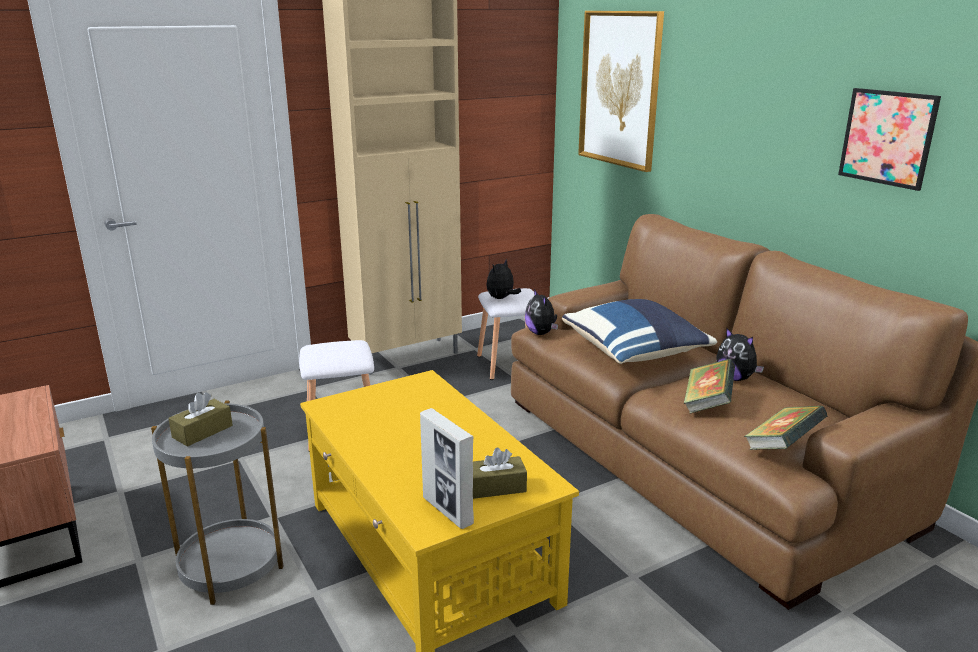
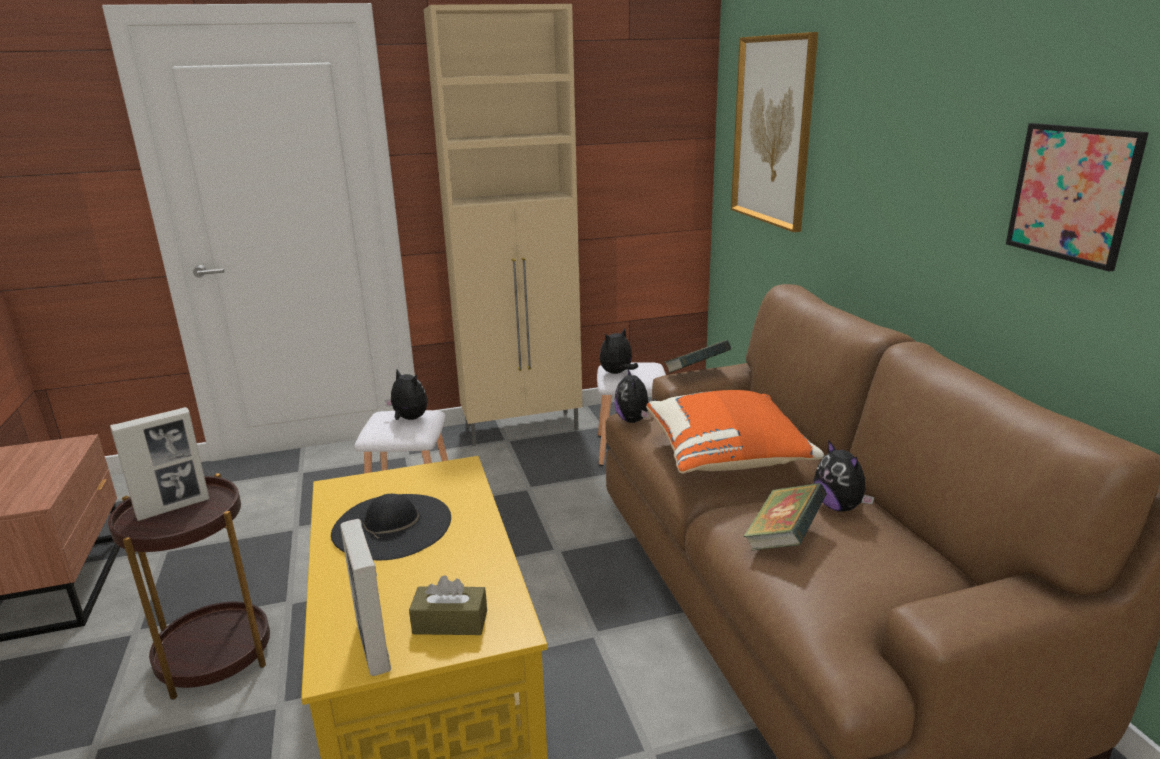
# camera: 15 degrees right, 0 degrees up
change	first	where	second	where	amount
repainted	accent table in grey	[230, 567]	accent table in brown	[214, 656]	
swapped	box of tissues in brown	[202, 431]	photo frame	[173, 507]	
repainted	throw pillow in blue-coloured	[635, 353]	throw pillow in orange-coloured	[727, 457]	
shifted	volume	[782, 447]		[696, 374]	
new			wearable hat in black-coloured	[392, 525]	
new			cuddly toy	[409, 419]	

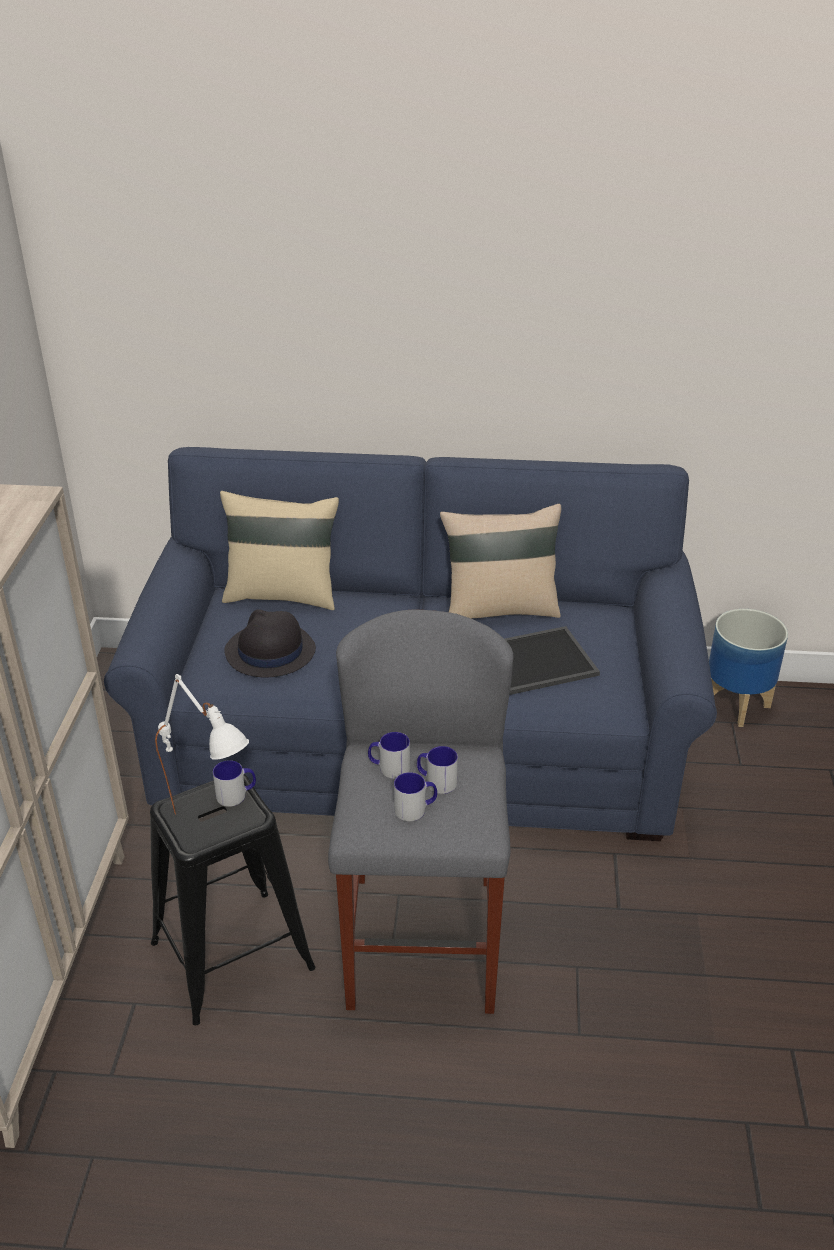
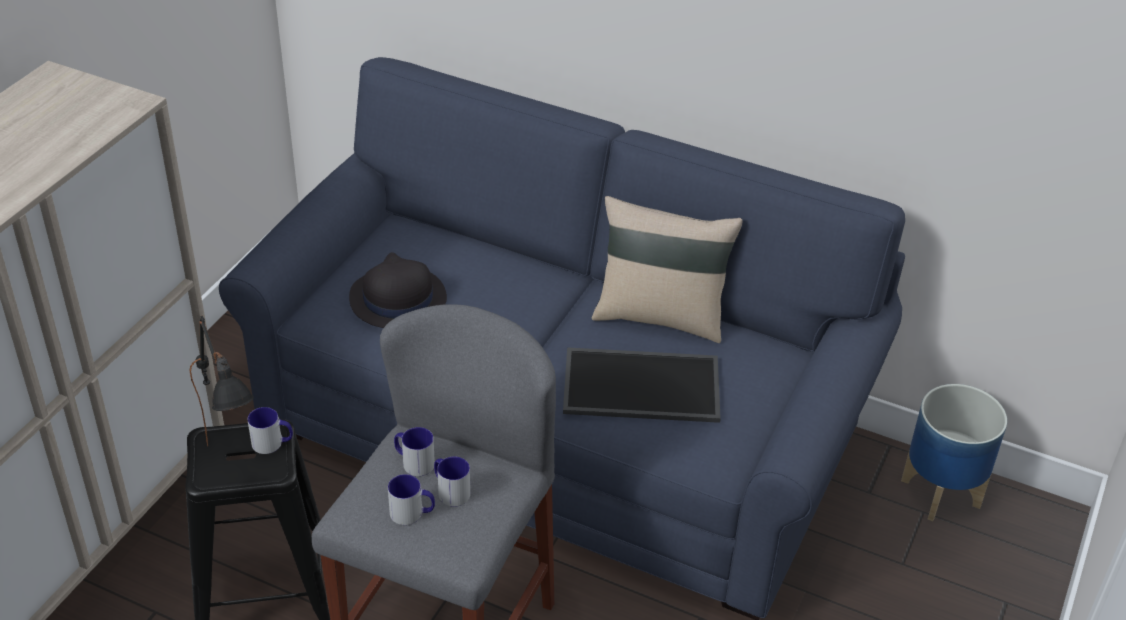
# camera: 20 degrees right, 5 degrees up
change	first	where	second	where	amount
repainted	lamp for a table in whitish	[213, 825]	lamp for a table in black-coloured	[234, 467]	
gone	throw pillow in sand-coloured	[282, 594]			

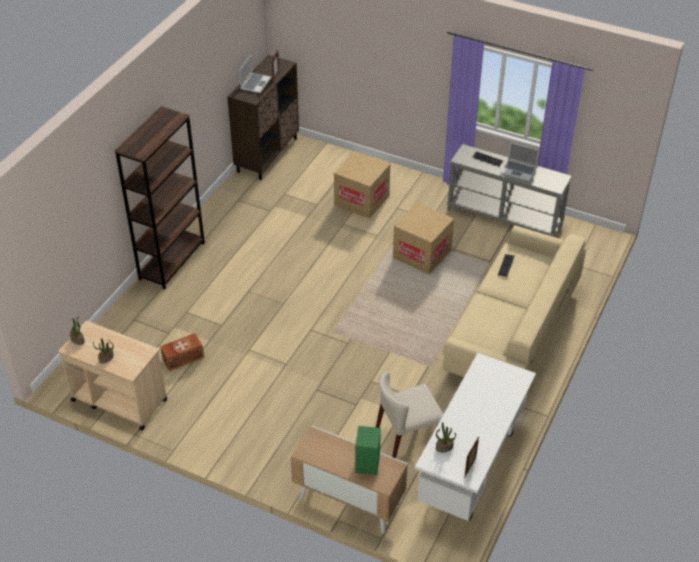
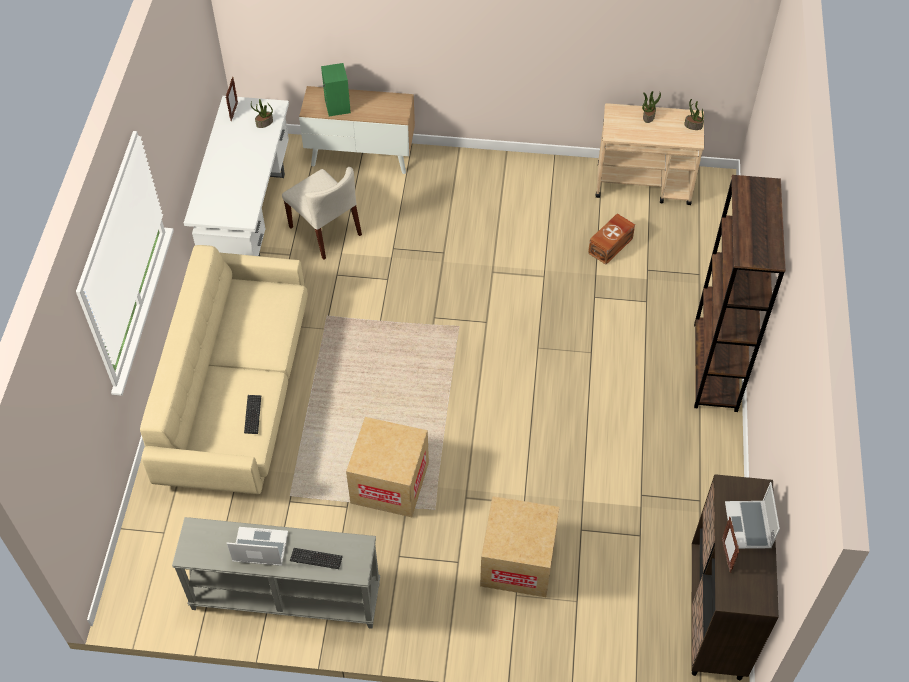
# camera: 160 degrees right, 10 degrees up
change	first	where	second	where	amount
rotated	plain chair in sand-coloured	[407, 436]		[325, 231]	90 degrees clockwise

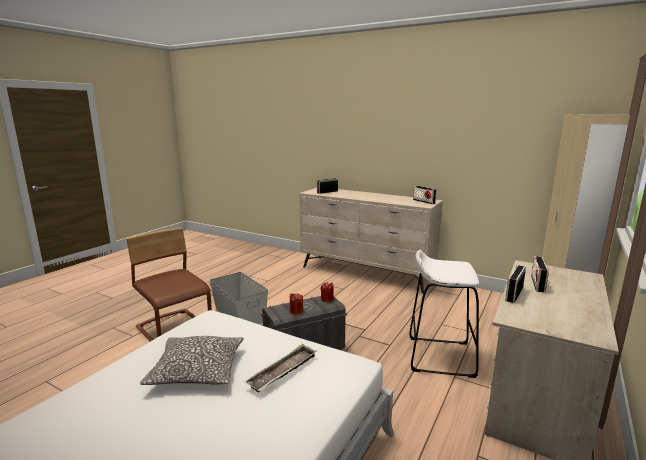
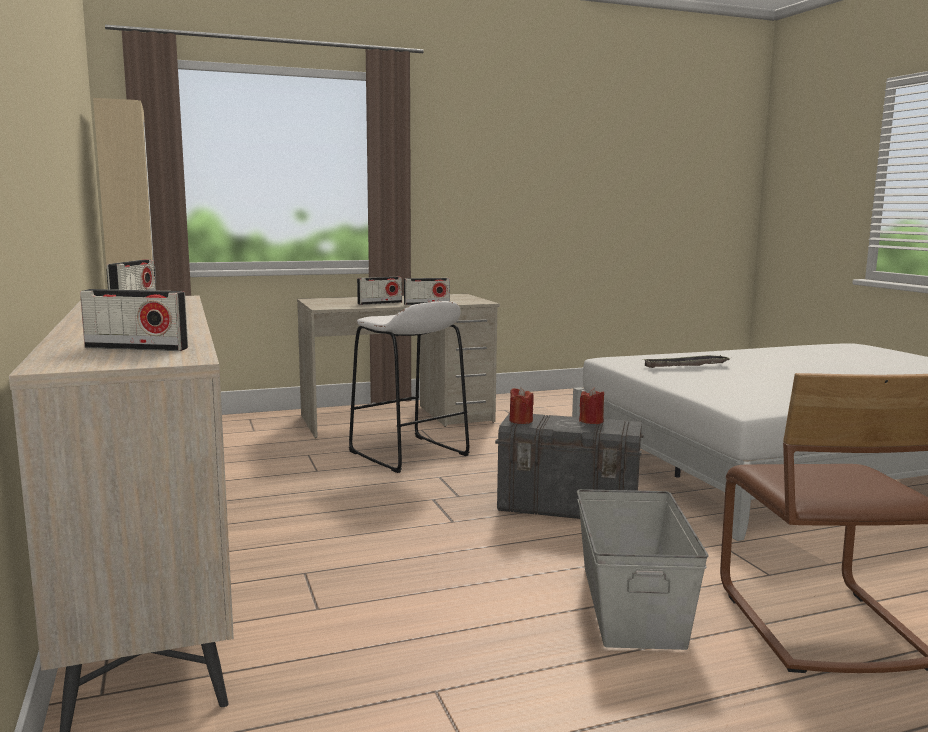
# camera: 140 degrees left, 5 degrees down
change	first	where	second	where	amount
gone	throw pillow	[197, 370]			

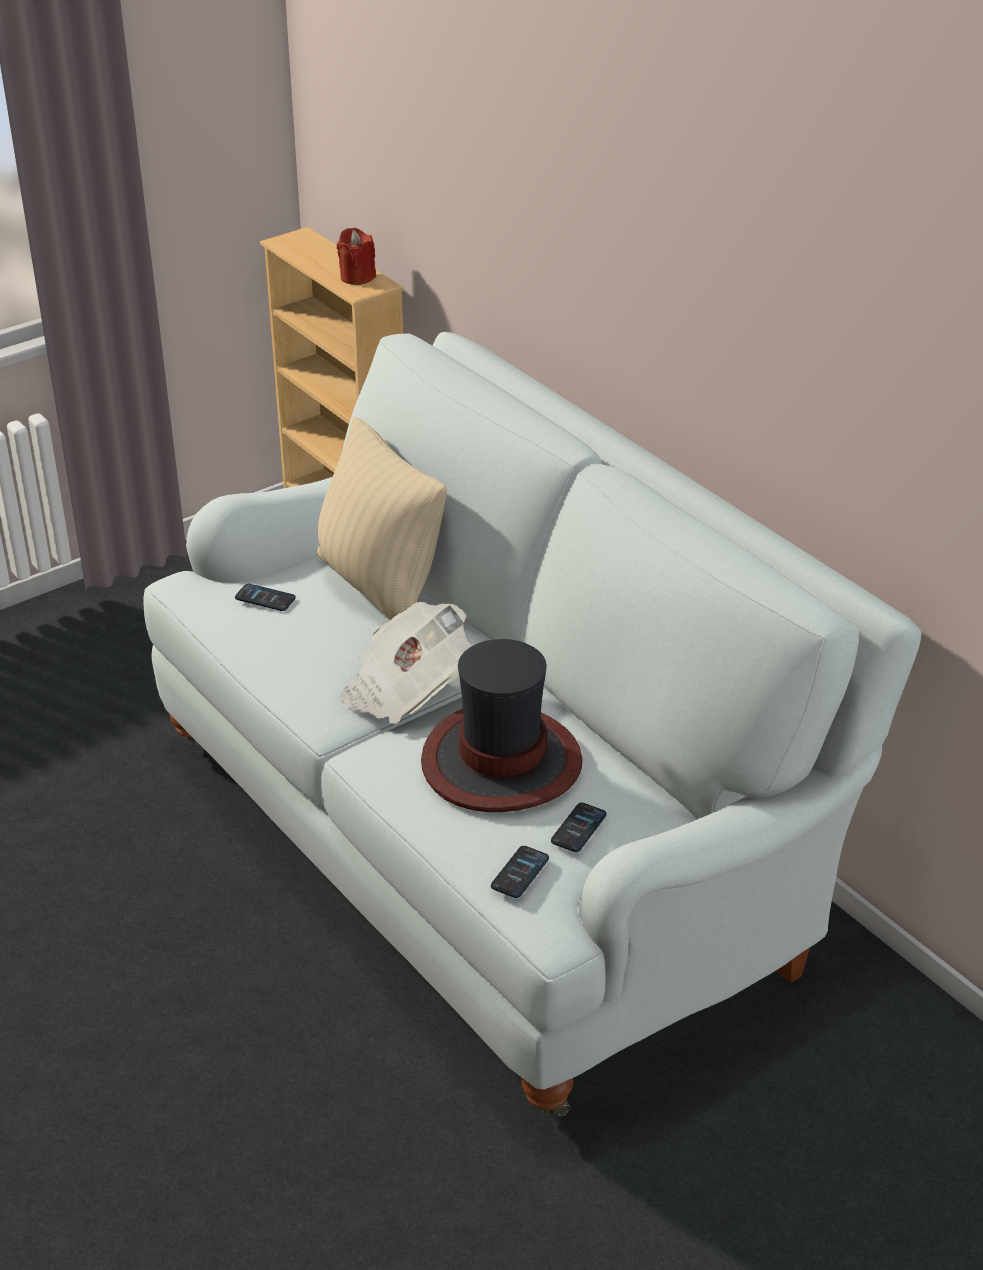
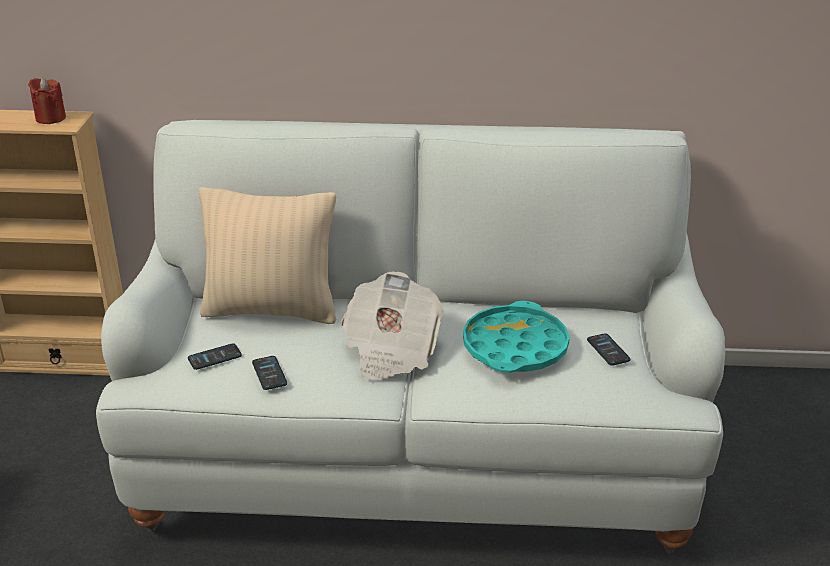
# camera: 50 degrees left, 5 degrees down
change	first	where	second	where	amount
swapped	wearable hat	[501, 762]	carrying tray in blue-green	[514, 347]	
shifted	telephone	[520, 873]		[269, 373]	

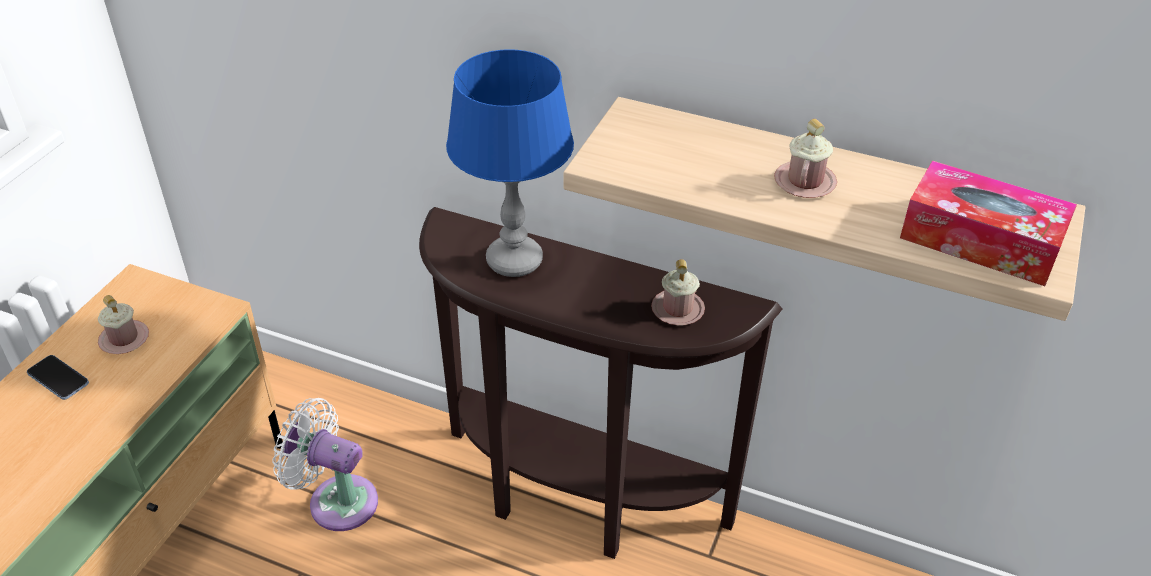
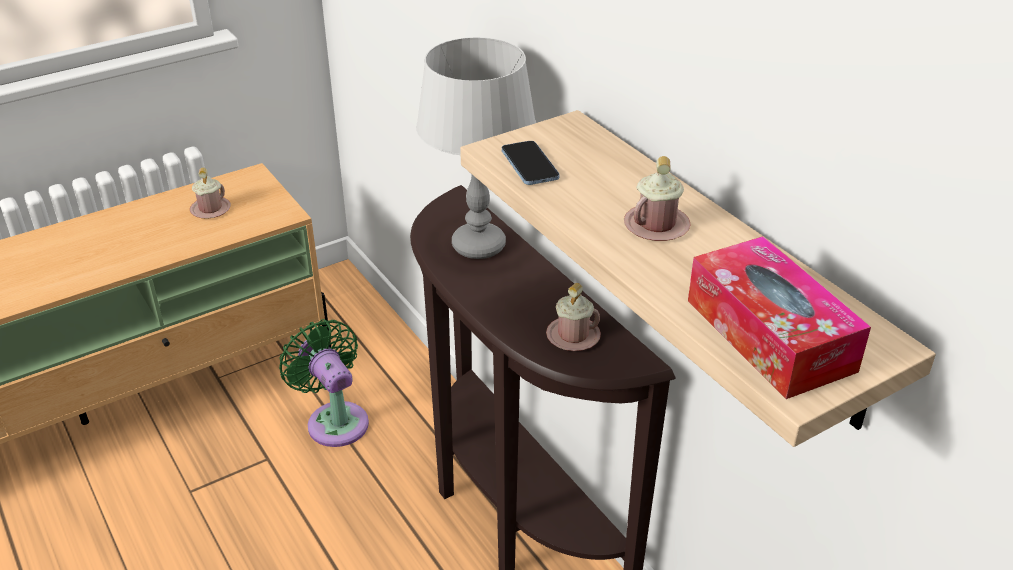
# camera: 35 degrees right, 5 degrees down
change	first	where	second	where	amount
shifted	telephone	[58, 379]		[529, 165]	
repainted	electric fan in whitish	[337, 500]	electric fan in green-coloured	[335, 420]	
repainted	lamp for a table in blue-coloured	[514, 261]	lamp for a table in grey	[478, 245]	

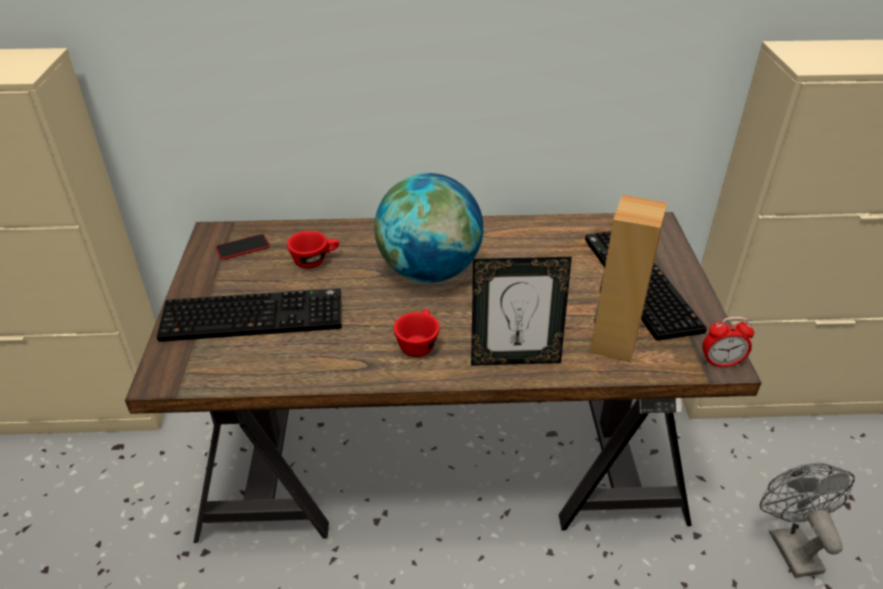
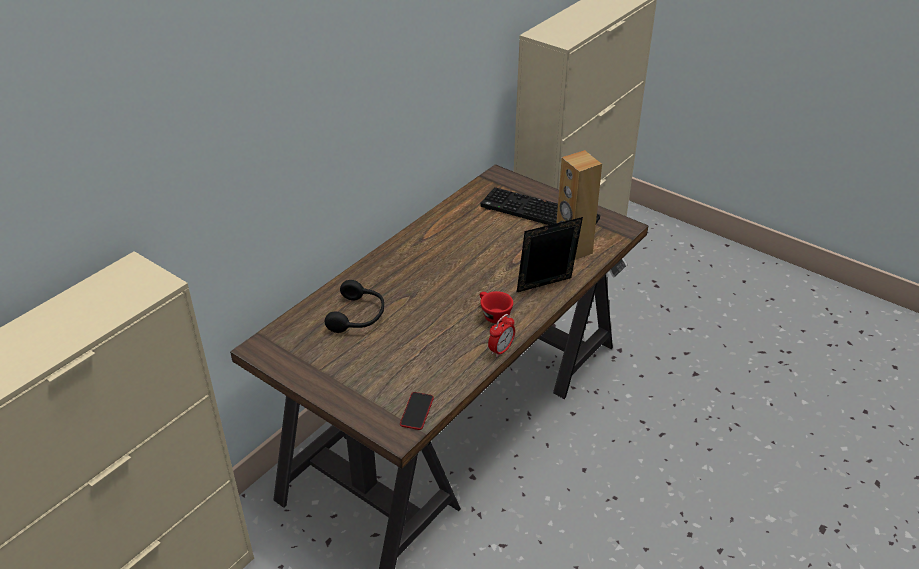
# camera: 50 degrees left, 0 degrees up
change	first	where	second	where	amount
gone	keyboard	[255, 315]			
shifted	telephone	[243, 248]		[417, 411]	
swapped	small cup in red-coloured	[315, 260]	pair of headphones in black-coloured	[358, 316]	
gone	world globe	[429, 271]			
rotated	photo frame	[515, 359]		[546, 288]	150 degrees counterclockwise
shifted	bedside clock	[721, 363]		[501, 350]	
gone	electric fan in grey	[789, 544]			

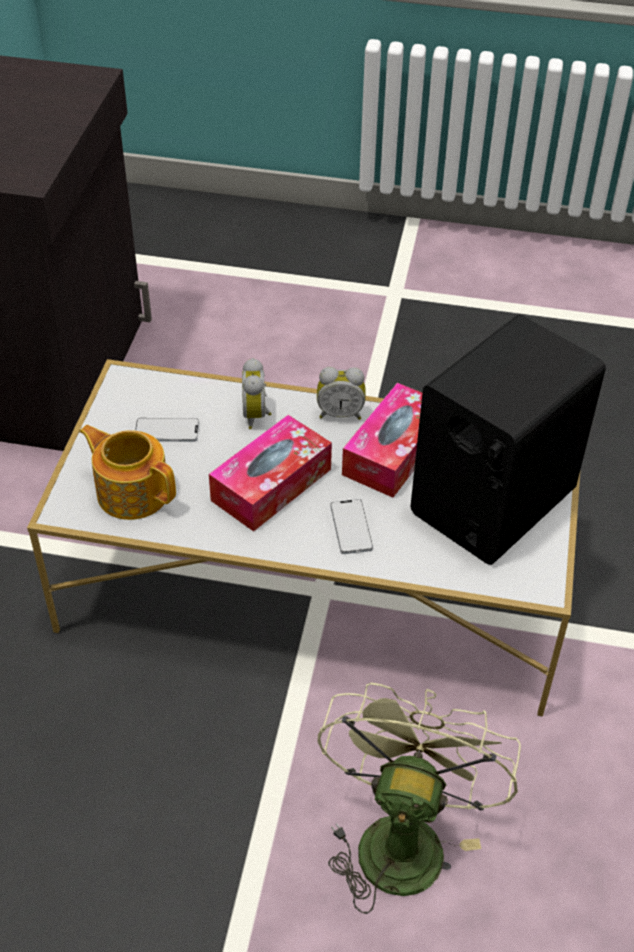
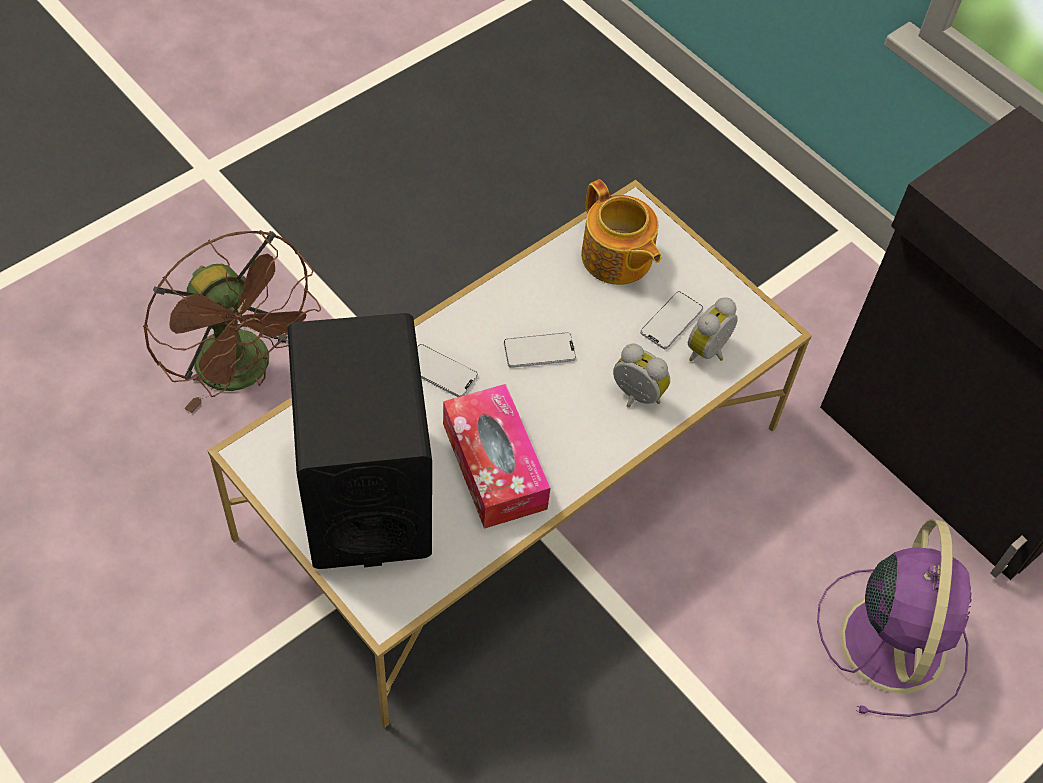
# camera: 125 degrees right, 10 degrees up
change	first	where	second	where	amount
rotated	teapot	[132, 492]		[616, 258]	75 degrees clockwise
swapped	box of tissues	[271, 485]	telephone	[539, 351]	
shifted	bedside clock	[340, 413]		[710, 352]	
repainted	electric fan in green-coloured	[401, 835]	electric fan in brown	[244, 372]	
new			electric fan in purplish	[893, 638]	

